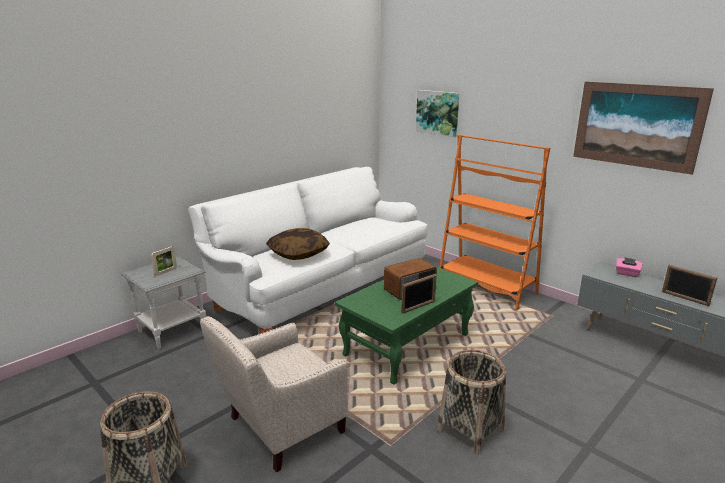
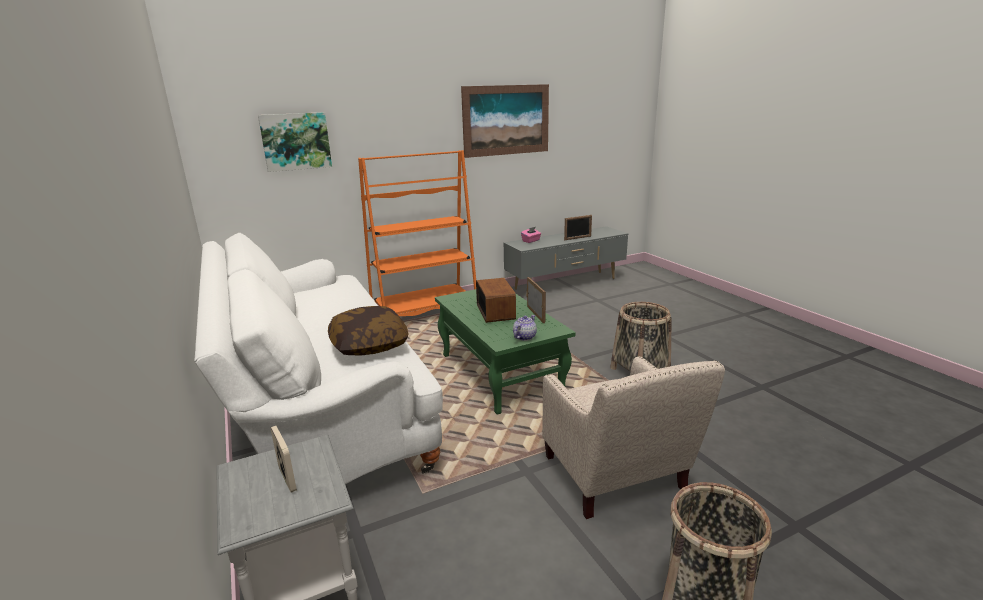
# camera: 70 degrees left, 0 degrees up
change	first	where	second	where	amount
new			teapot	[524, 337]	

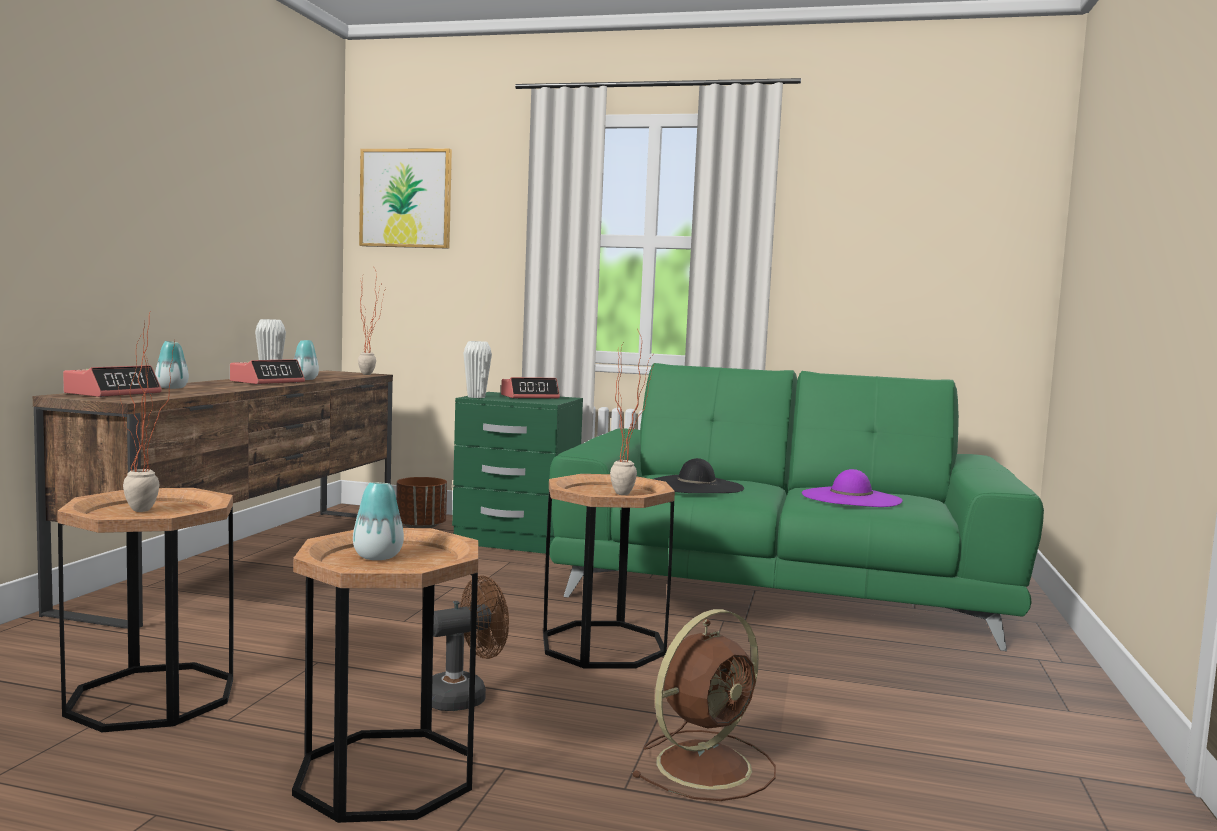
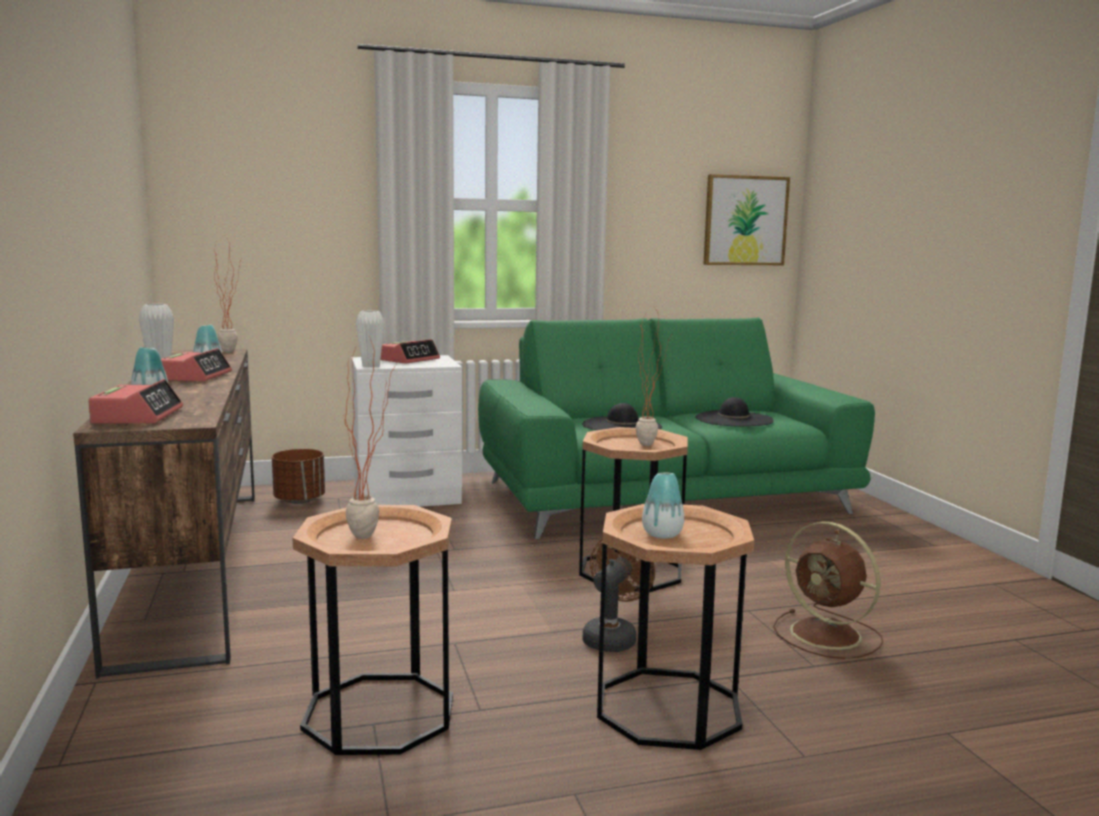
# camera: 30 degrees left, 5 degrees up
change	first	where	second	where	amount
shifted	picture	[406, 198]		[745, 220]	
repainted	night table in green-coloured	[516, 540]	night table in whitish	[407, 496]	
rotated	electric fan in brown	[707, 764]		[828, 635]	120 degrees clockwise
repainted	wearable hat in purplish	[851, 497]	wearable hat in black-coloured	[734, 419]	

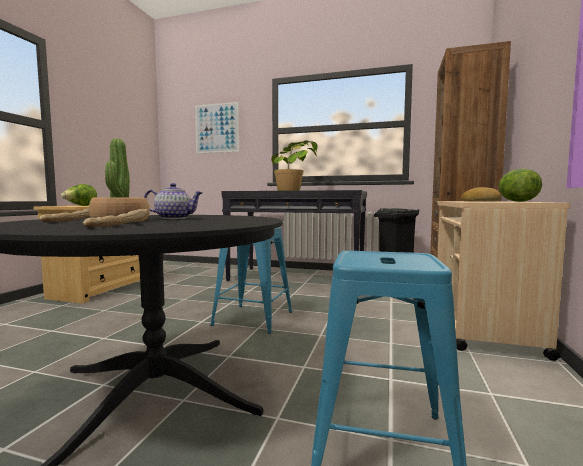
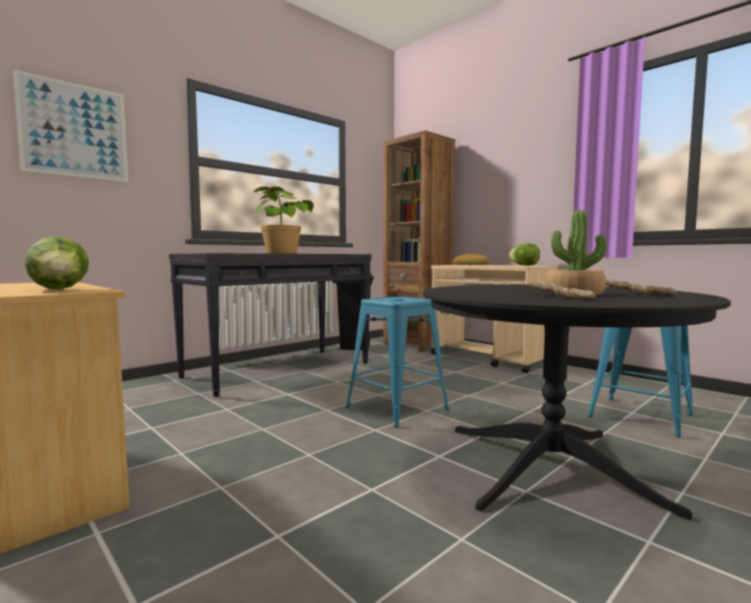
# camera: 60 degrees left, 0 degrees up
change	first	where	second	where	amount
gone	teapot	[174, 218]			

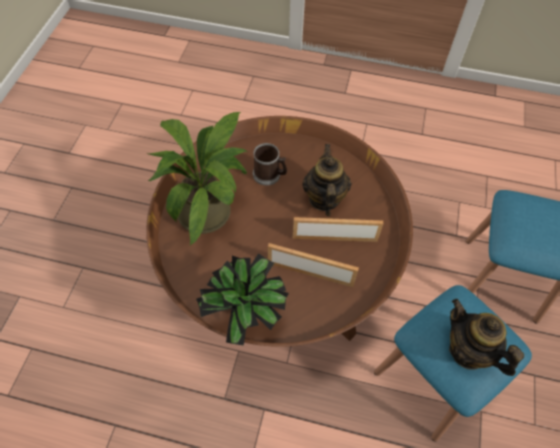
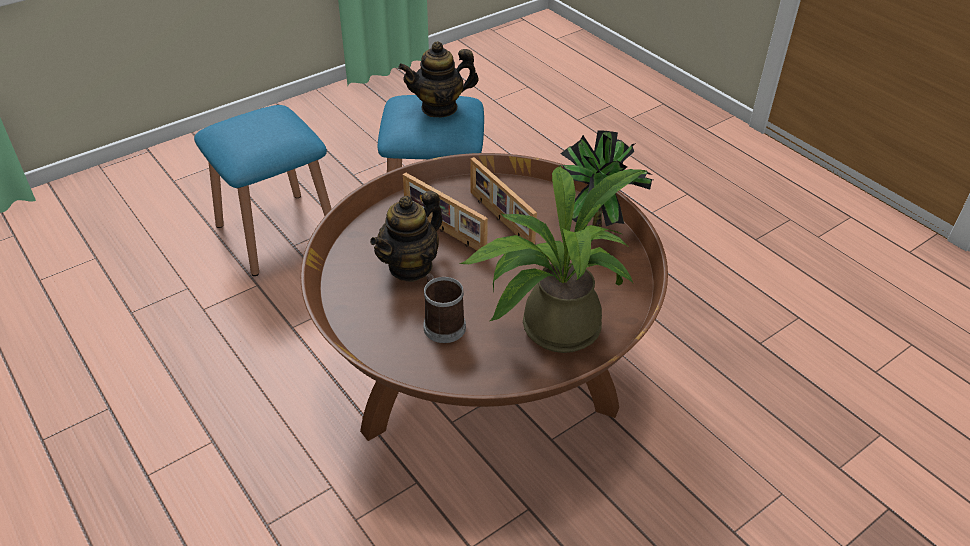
# camera: 140 degrees left, 15 degrees down
change	first	where	second	where	amount
rotated	teapot	[468, 351]		[439, 108]	75 degrees clockwise

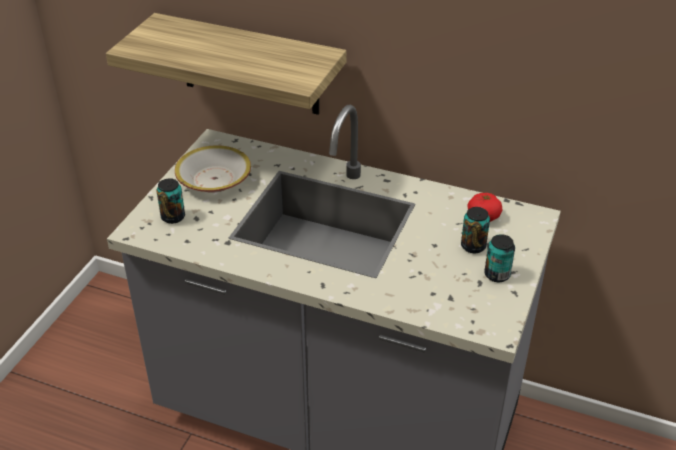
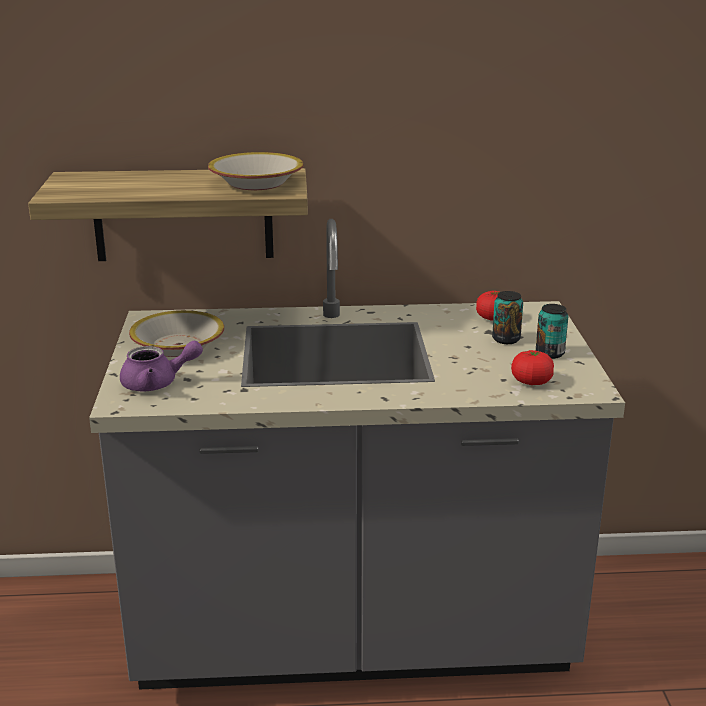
# camera: 25 degrees left, 15 degrees down
change	first	where	second	where	amount
swapped	sealed can	[173, 217]	teapot in purplish	[157, 383]	
new			deep dish	[257, 183]	
new			tomato	[531, 381]	

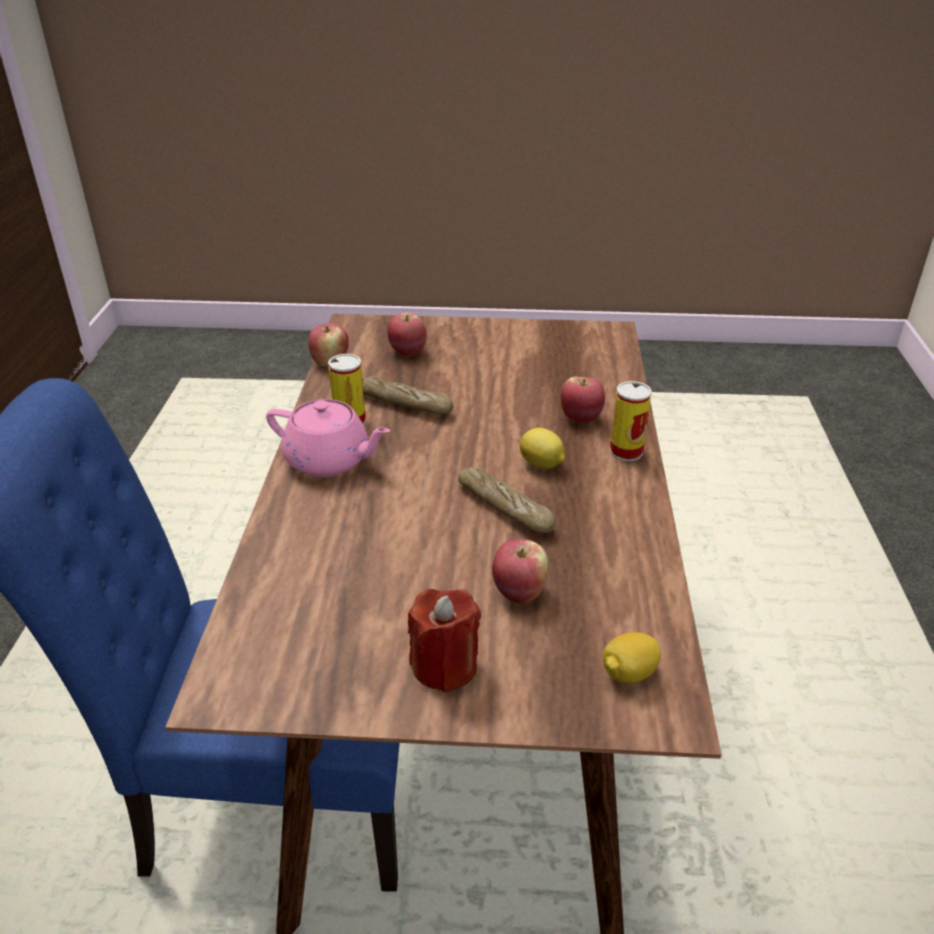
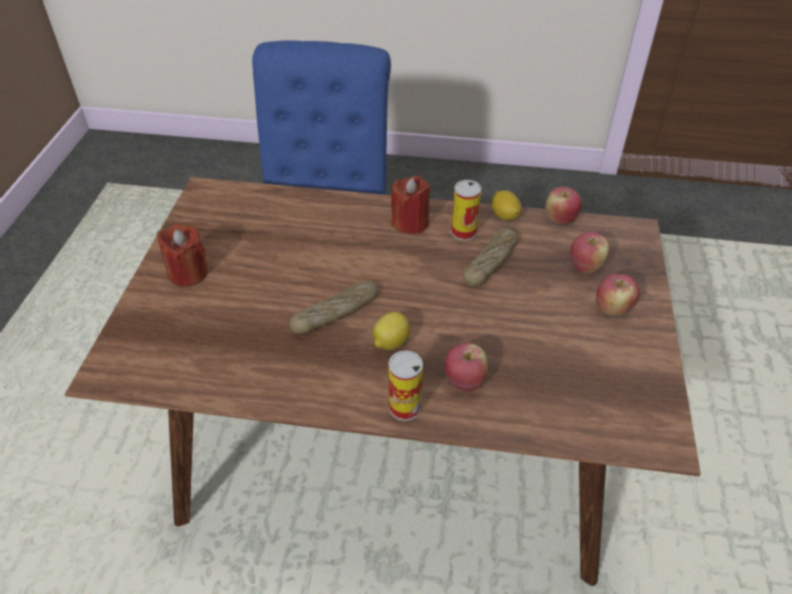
# camera: 95 degrees right, 10 degrees up
change	first	where	second	where	amount
swapped	teapot in pinkish	[329, 460]	candle in red-coloured	[410, 223]	
shifted	apple fruit	[519, 592]		[612, 309]	
shifted	whole lemon	[628, 673]		[504, 216]	

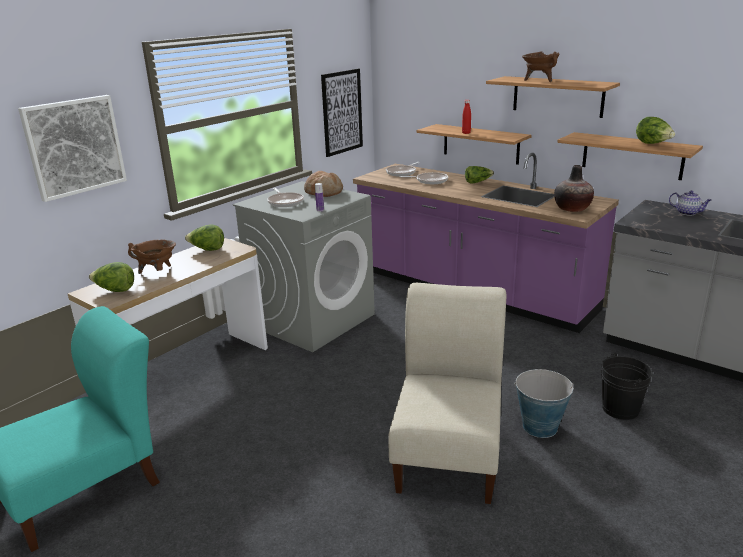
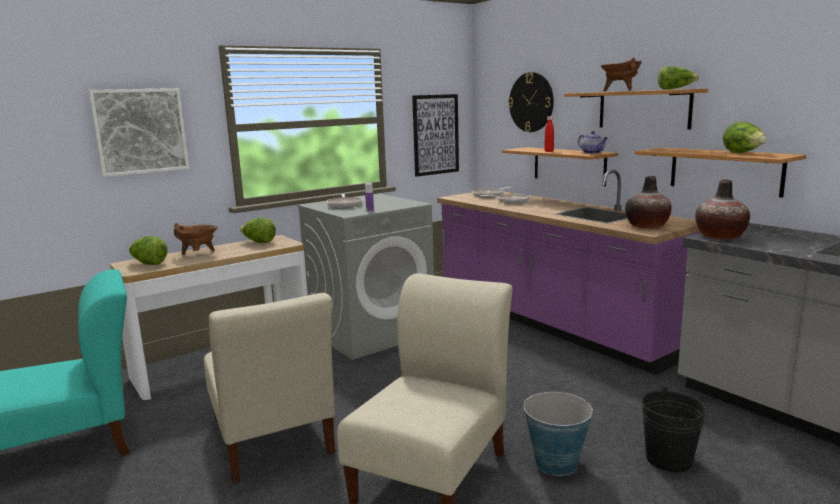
# camera: 15 degrees right, 10 degrees down
change	first	where	second	where	amount
gone	baked bread	[324, 192]			
shifted	head of lettuce	[478, 182]		[675, 89]	
shifted	teapot	[688, 213]		[592, 153]	
new			plain chair in sand-coloured	[272, 440]	
new			hanging clock	[531, 102]	
new			vase	[720, 236]	

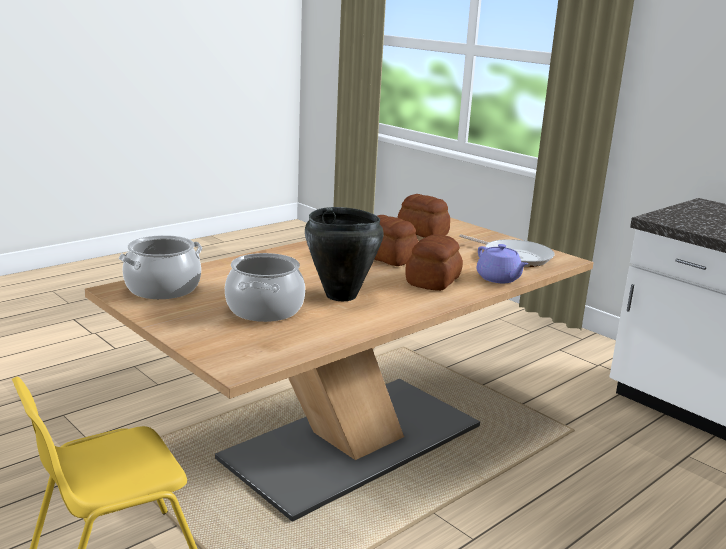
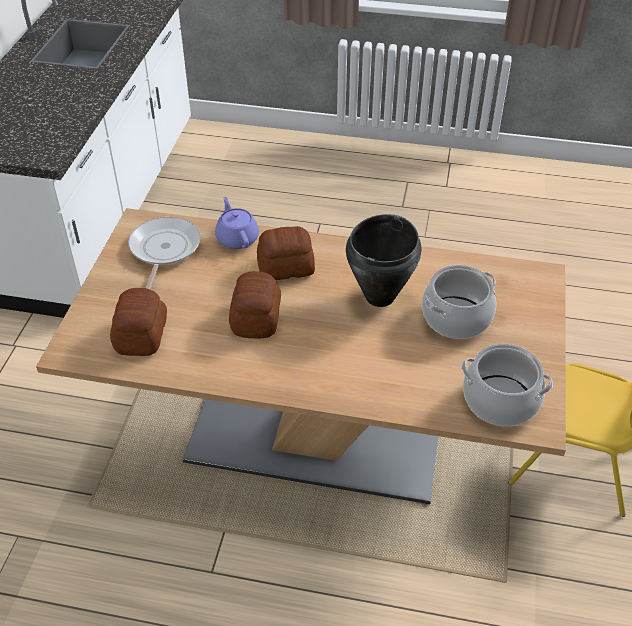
# camera: 125 degrees left, 25 degrees up
change	first	where	second	where	amount
rotated	teapot in purplish	[499, 279]		[237, 238]	45 degrees counterclockwise

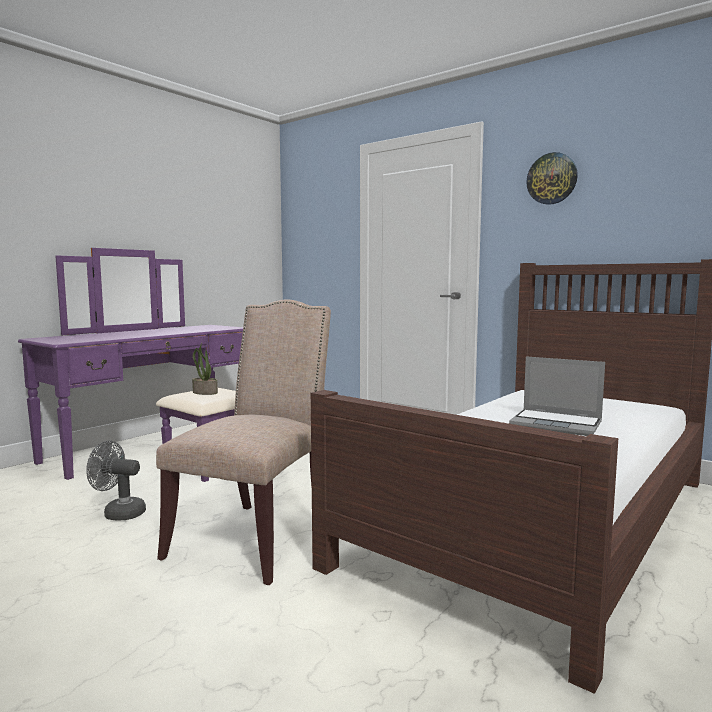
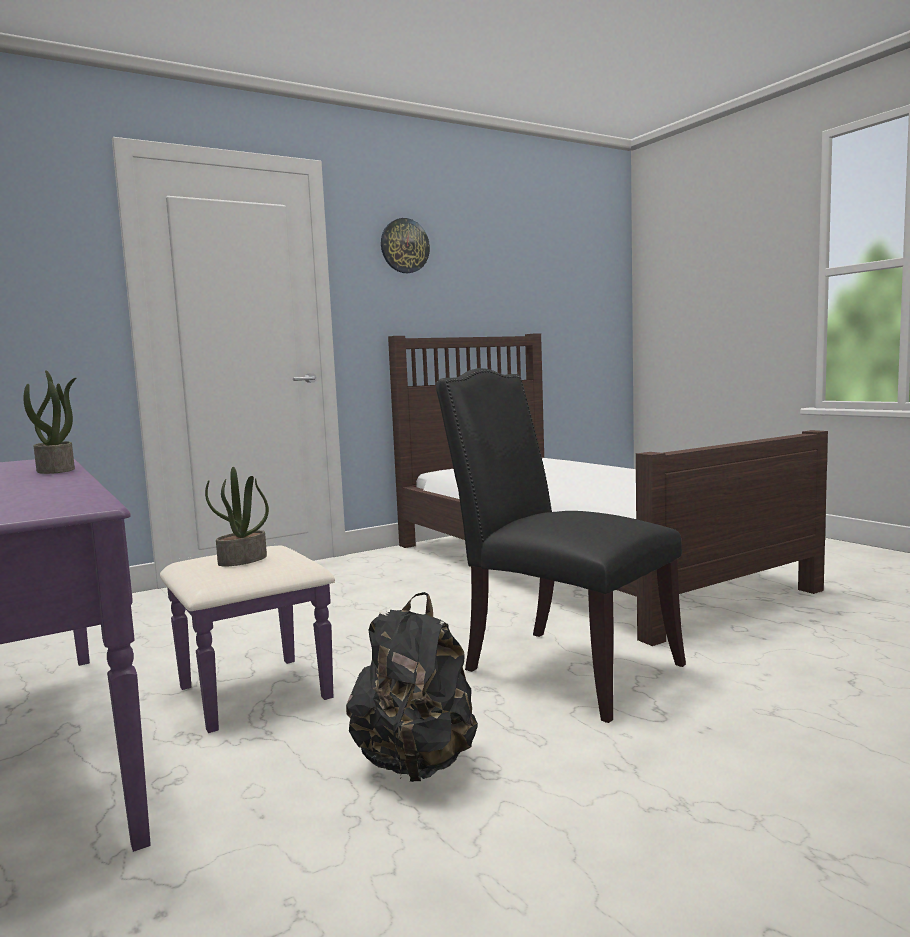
# camera: 70 degrees left, 0 degrees up
change	first	where	second	where	amount
swapped	electric fan in grey	[119, 513]	backpack in black-coloured	[417, 763]	
repainted	plain chair in sand-coloured	[256, 536]	plain chair in black-coloured	[562, 667]	
gone	laptop	[557, 424]			
new			houseplant	[57, 470]	

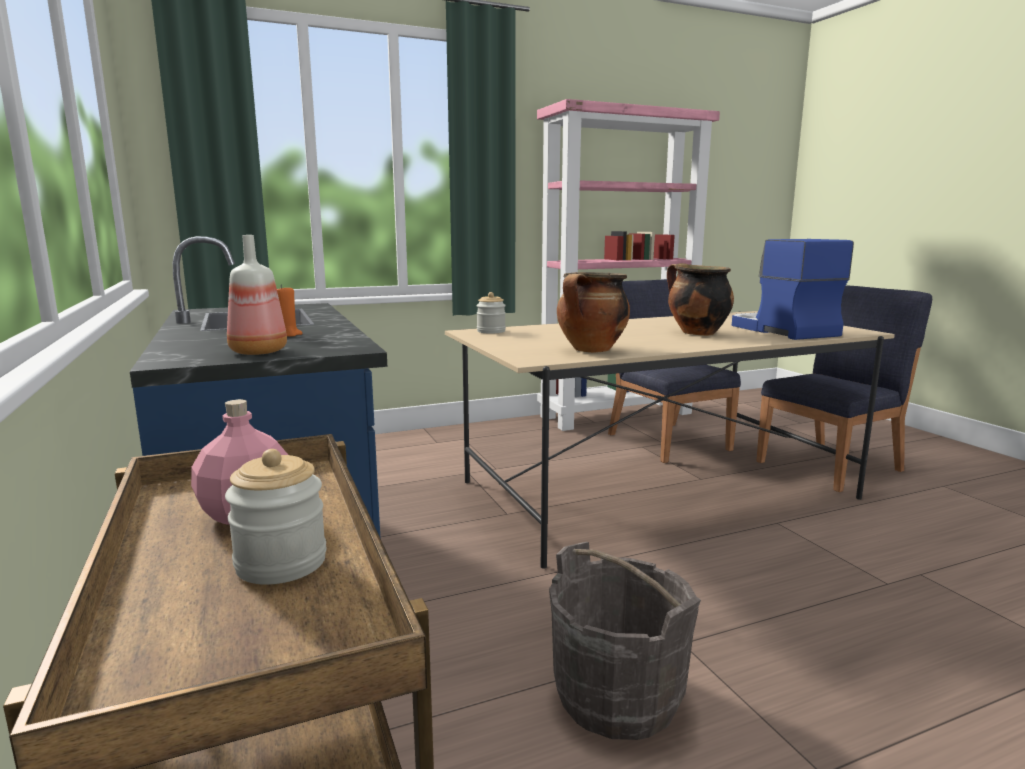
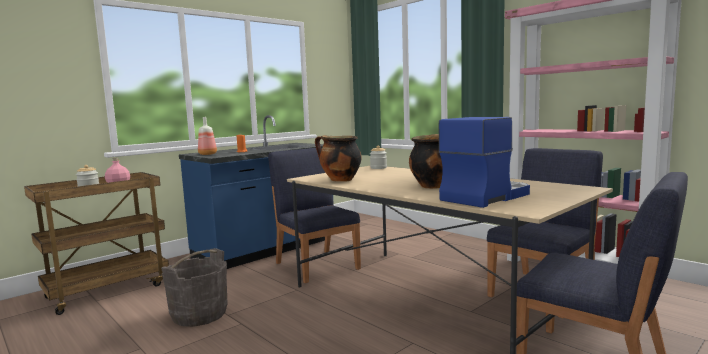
# camera: 70 degrees right, 5 degrees down
change	first	where	second	where	amount
new			plain chair in blue-coloured	[317, 265]	

